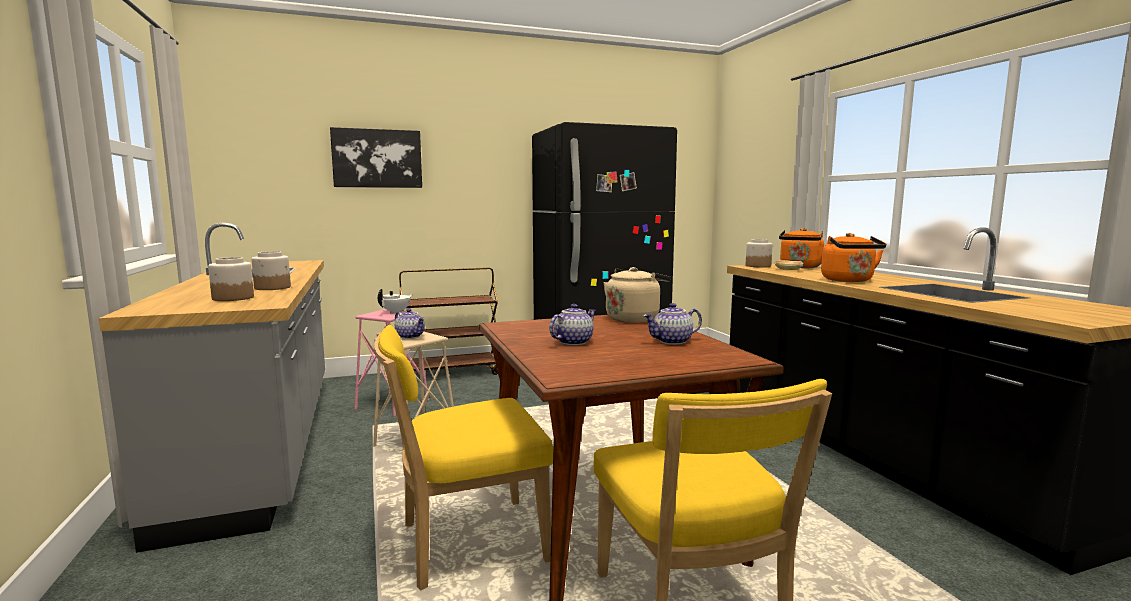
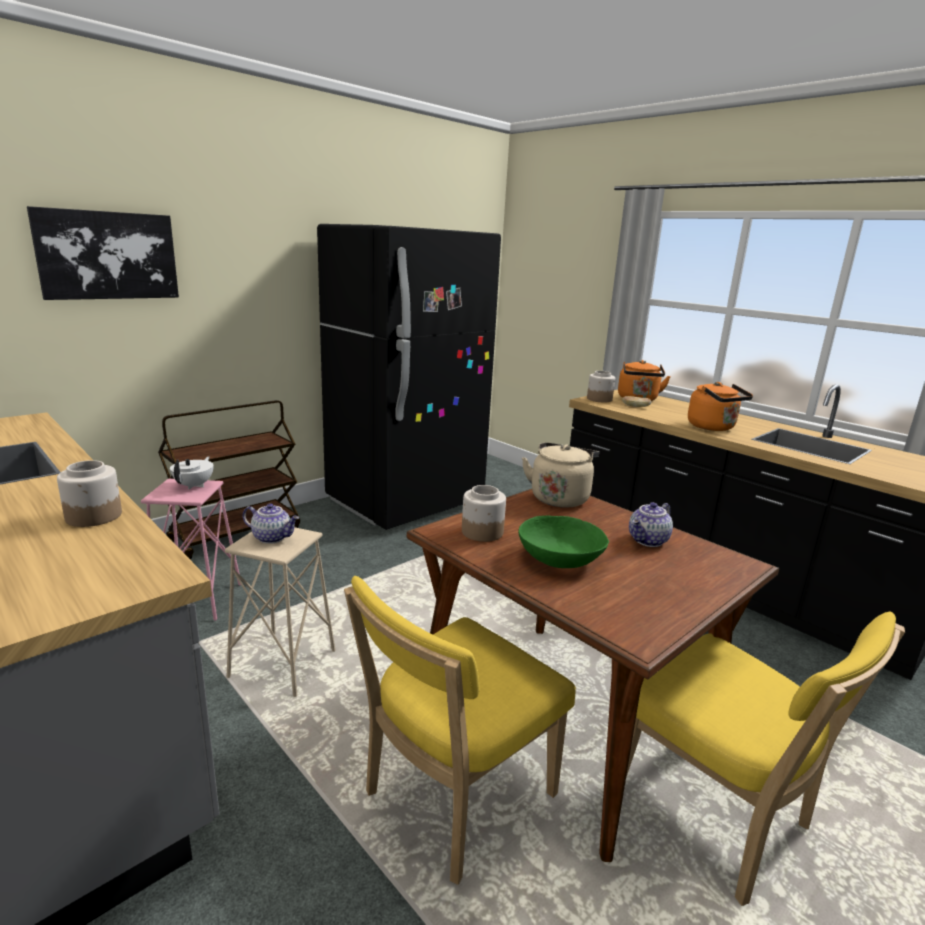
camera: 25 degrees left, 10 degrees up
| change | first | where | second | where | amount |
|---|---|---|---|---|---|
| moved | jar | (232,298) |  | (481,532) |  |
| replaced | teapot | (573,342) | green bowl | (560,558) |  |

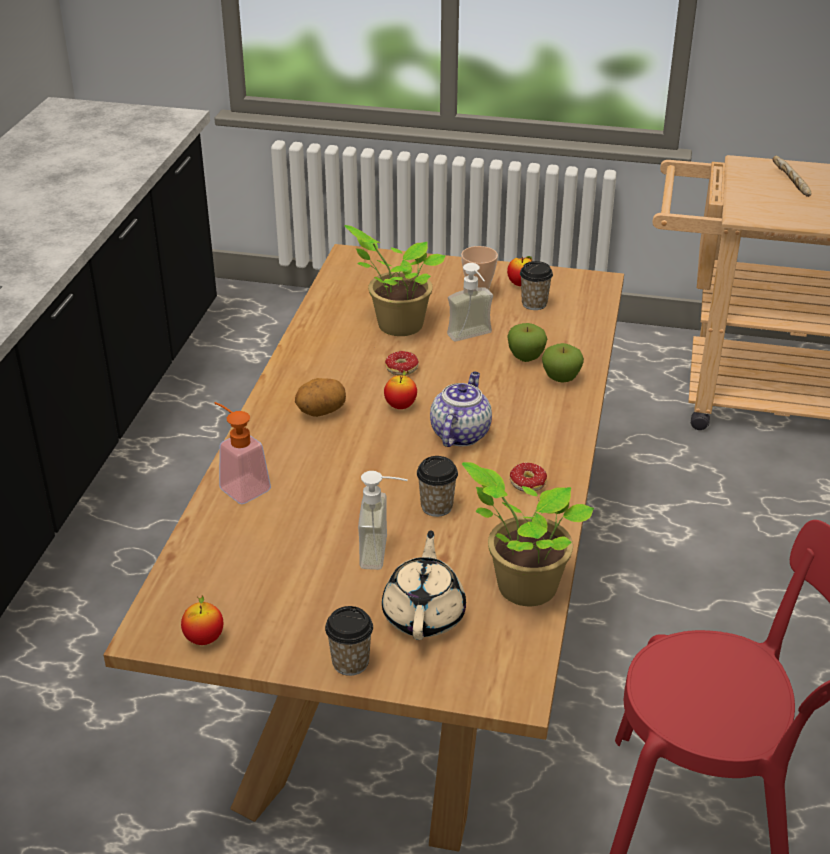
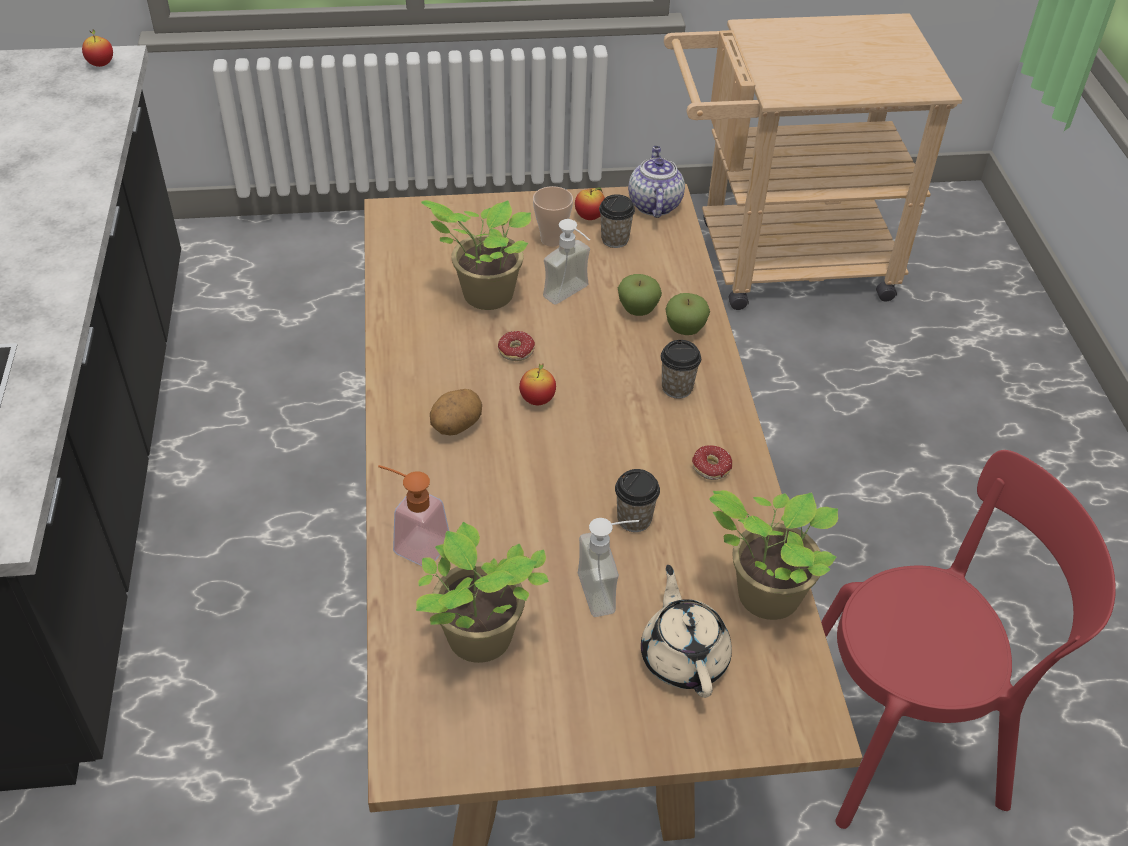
camera: 20 degrees left, 10 degrees up
| change | first | where | second | where | amount |
|---|---|---|---|---|---|
| moved | apple | (204,639) |  | (101,64) |  |
| added |  |  | potted plant | (478,641) |  |
| moved | teapot | (460,433) |  | (654,204) |  |
| moved | cup | (350,662) |  | (677,388) |  |
| removed | bread | (790,183) |  |  |  |

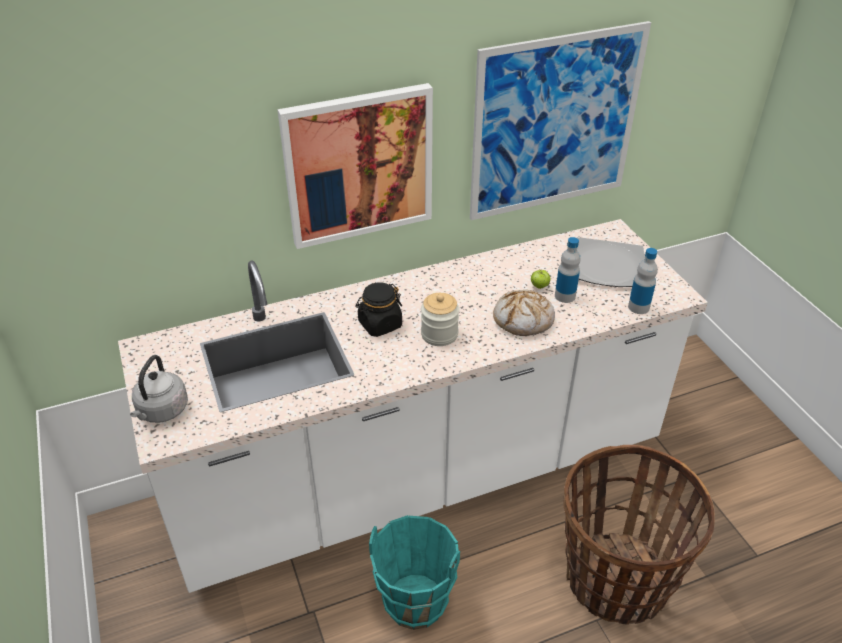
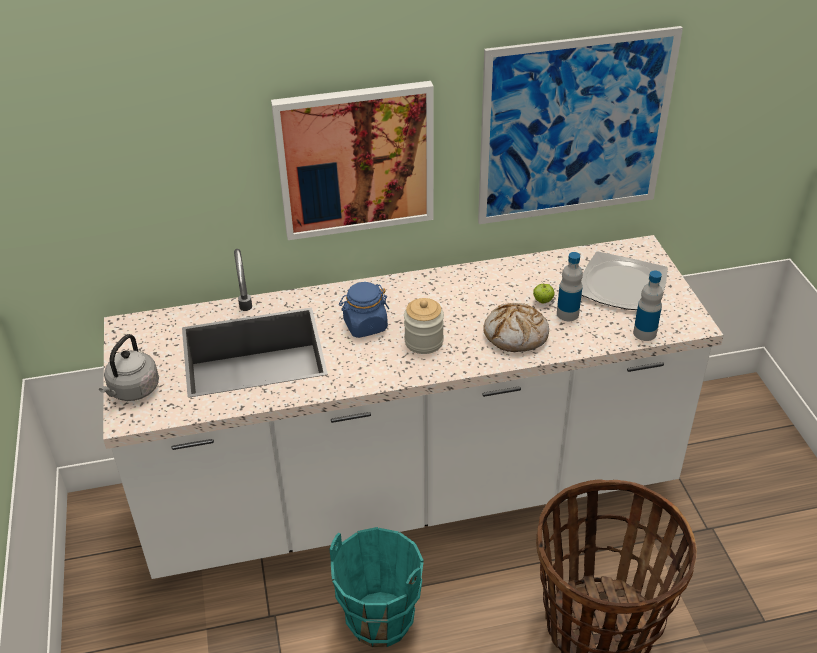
camera: 10 degrees right, 0 degrees up
| change | first | where | second | where | amount |
|---|---|---|---|---|---|
| recoloured | black jar | (380,324) | blue jar | (365,325) |  |

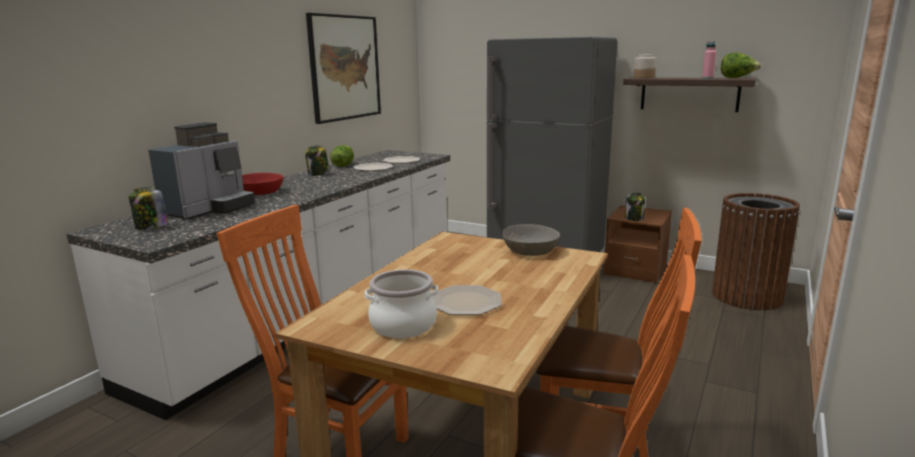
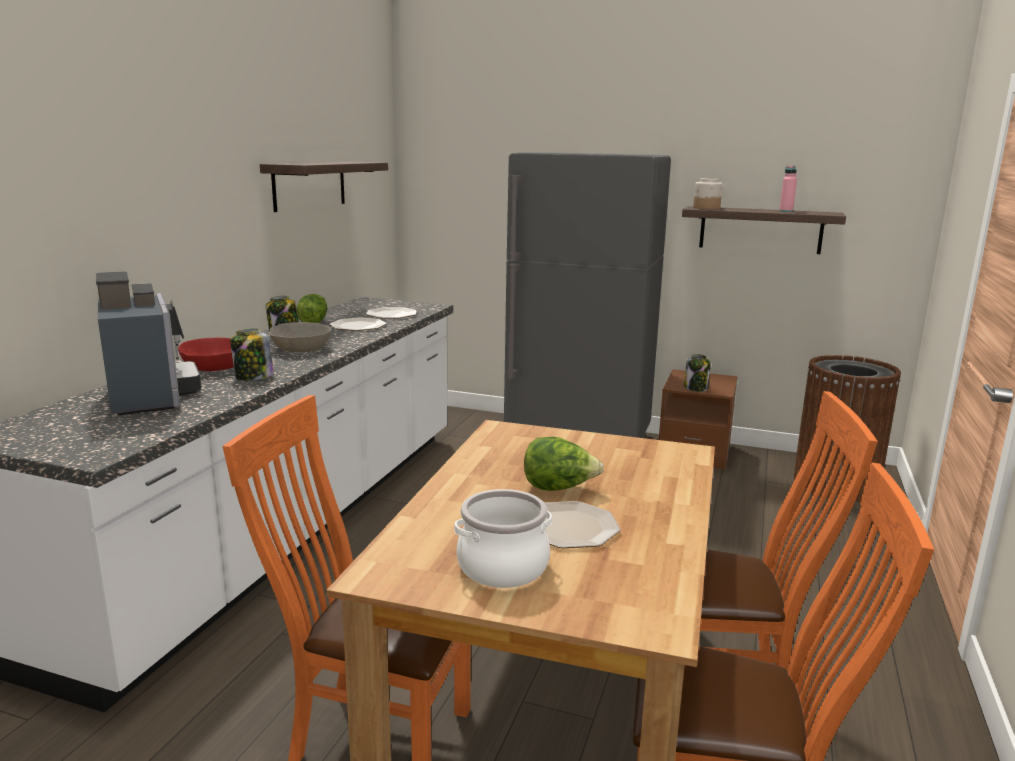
camera: 10 degrees left, 0 degrees up
| change | first | where | second | where | amount |
|---|---|---|---|---|---|
| turned | coffee machine | (210,209) |  | (152,396) | 45 degrees counterclockwise |
| moved | jar | (151,227) |  | (253,377) |  |
| replaced | picture | (344,68) | shelf | (309,185) |  |
| moved | grey bowl | (530,251) |  | (301,349) |  |
| moved | lettuce | (737,78) |  | (559,488) |  |

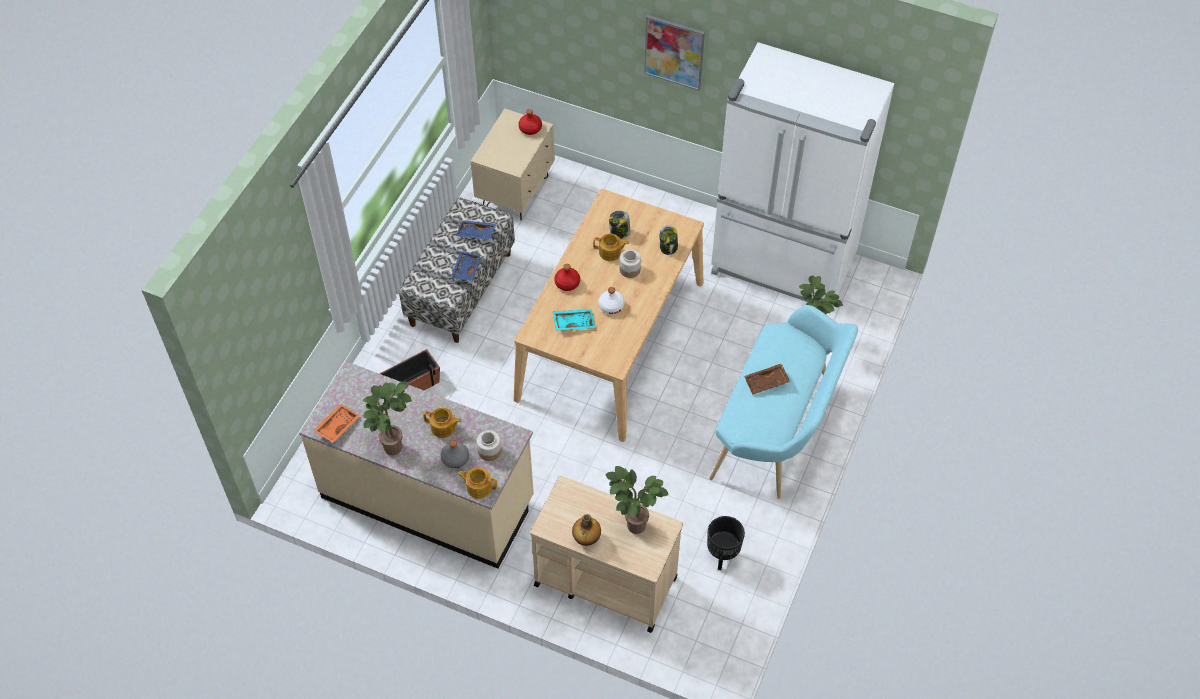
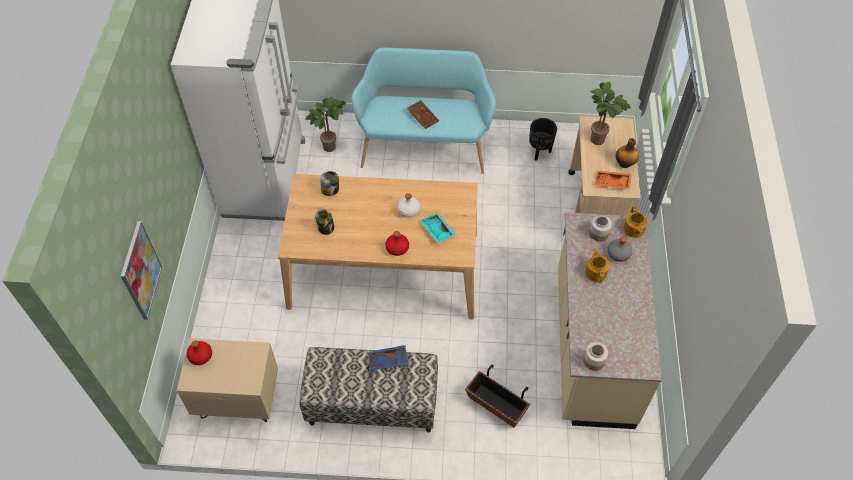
camera: 110 degrees left, 0 degrees up
| change | first | where | second | where | amount |
|---|---|---|---|---|---|
| moved | picture | (674,52) |  | (140,271) |  |
| moved | jar | (630,269) |  | (593,361) |  |
| moved | orange tray | (337,426) |  | (612,183) |  |
| removed | potted plant | (393,444) |  |  |  |
| removed | blue tray | (476,234) |  |  |  |
| removed | teapot | (610,253) |  |  |  |

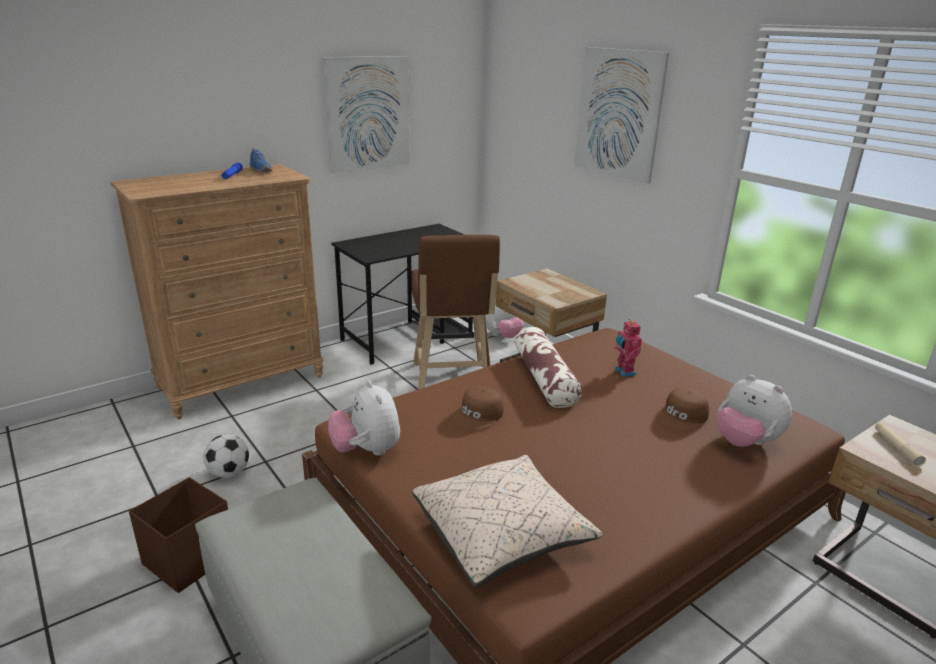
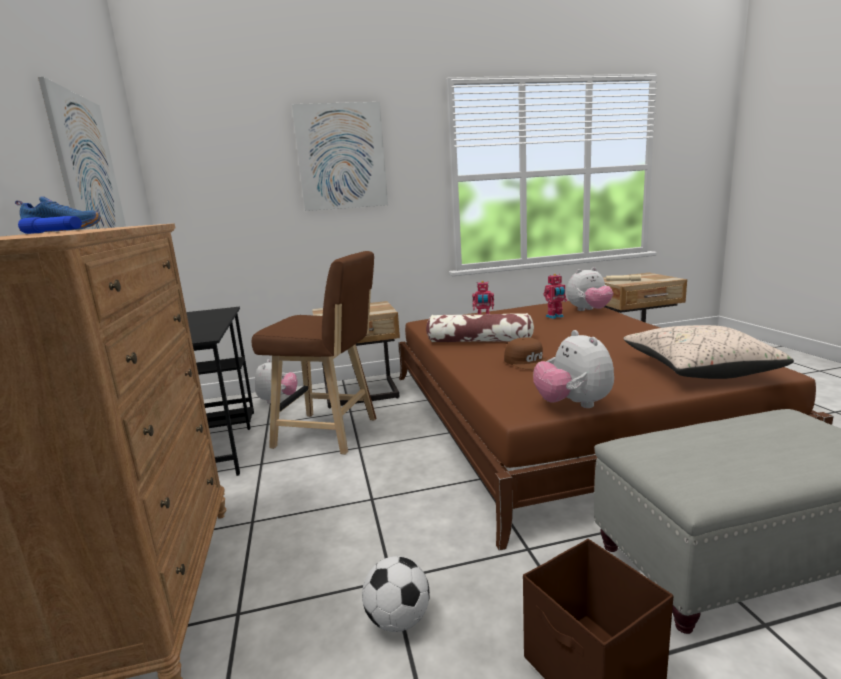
camera: 65 degrees left, 10 degrees down
| change | first | where | second | where | amount |
|---|---|---|---|---|---|
| turned | plush toy | (366,450) |  | (573,405) | 75 degrees clockwise |
| replaced | brown cap | (683,416) | toy robot | (555,317) |  |

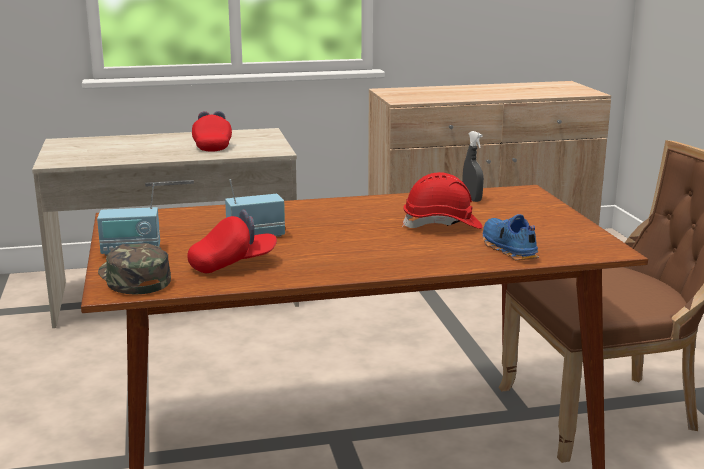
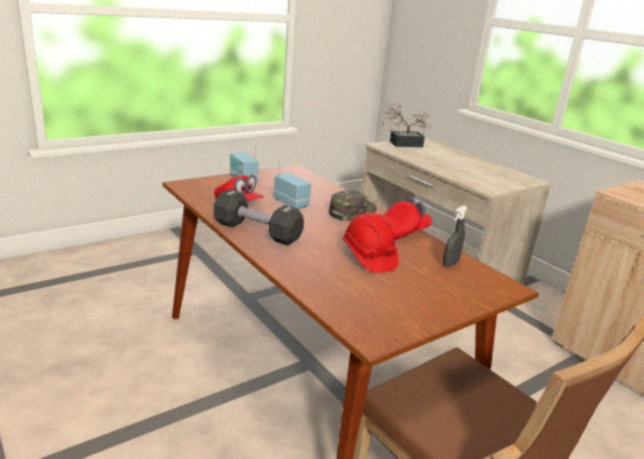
camera: 65 degrees right, 5 degrees up
| change | first | where | second | where | amount |
|---|---|---|---|---|---|
| added |  |  | black dumbbell | (257,232) |  |
| moved | green cap | (133,278) |  | (352,211) |  |
| added |  |  | potted plant | (402,144) |  |
| moved | red cap | (212,146) |  | (402,233) |  |
| removed | blue shoe | (507,249) |  |  |  |

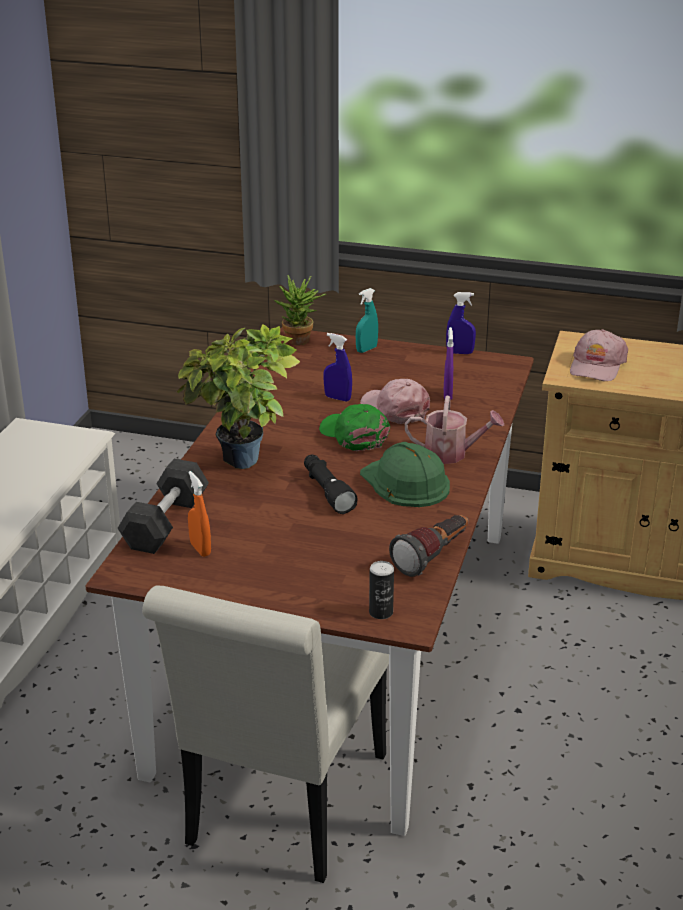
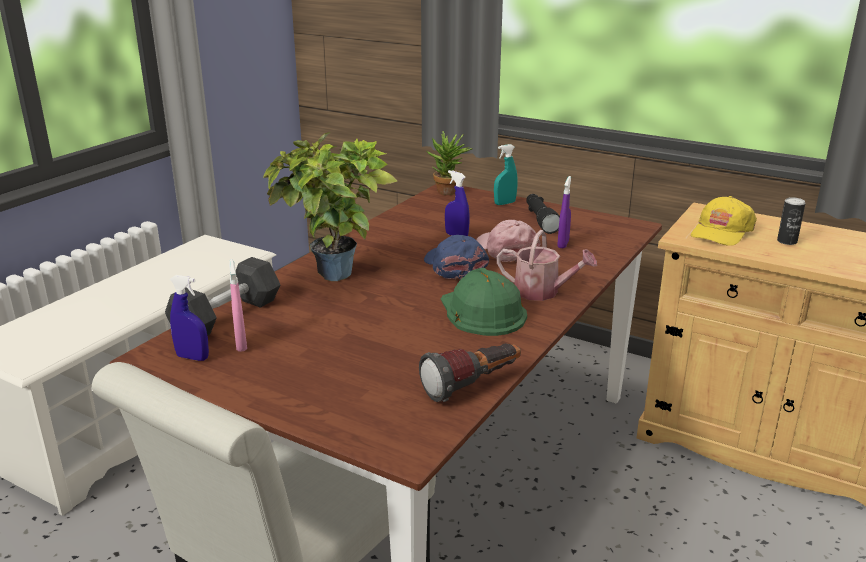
camera: 15 degrees right, 5 degrees down
| change | first | where | second | where | amount |
|---|---|---|---|---|---|
| moved | blue spray bottle | (460,353) |  | (192,357) |  |
| recoloured | orange spray bottle | (200,549) | pink spray bottle | (241,344) |  |
| recoloured | green cap | (354,435) | blue cap | (454,266) |  |
| moved | black flashlight | (327,491) |  | (540,220) |  |
| recoloured | pink cap | (597,365) | yellow cap | (721,232) |  |
| moved | can | (381,612) |  | (787,241) |  |

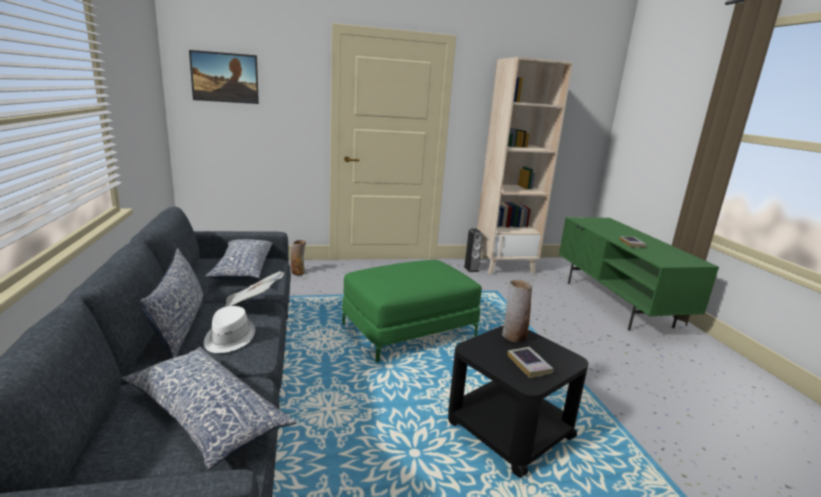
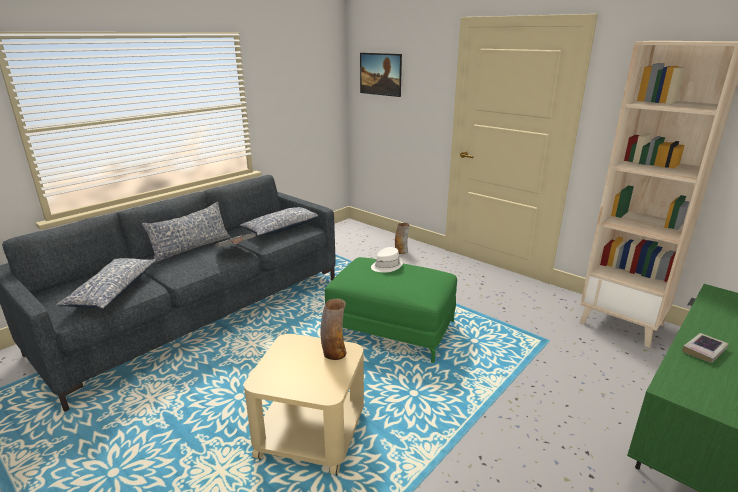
camera: 55 degrees right, 5 degrees up
| change | first | where | second | where | amount |
|---|---|---|---|---|---|
| recoloured | black side table | (508,429) | beige side table | (311,432) |  |
| moved | white hat | (228,338) |  | (386,265) |  |
| removed | speaker | (471,269) |  |  |  |
| removed | book | (529,365) |  |  |  |

